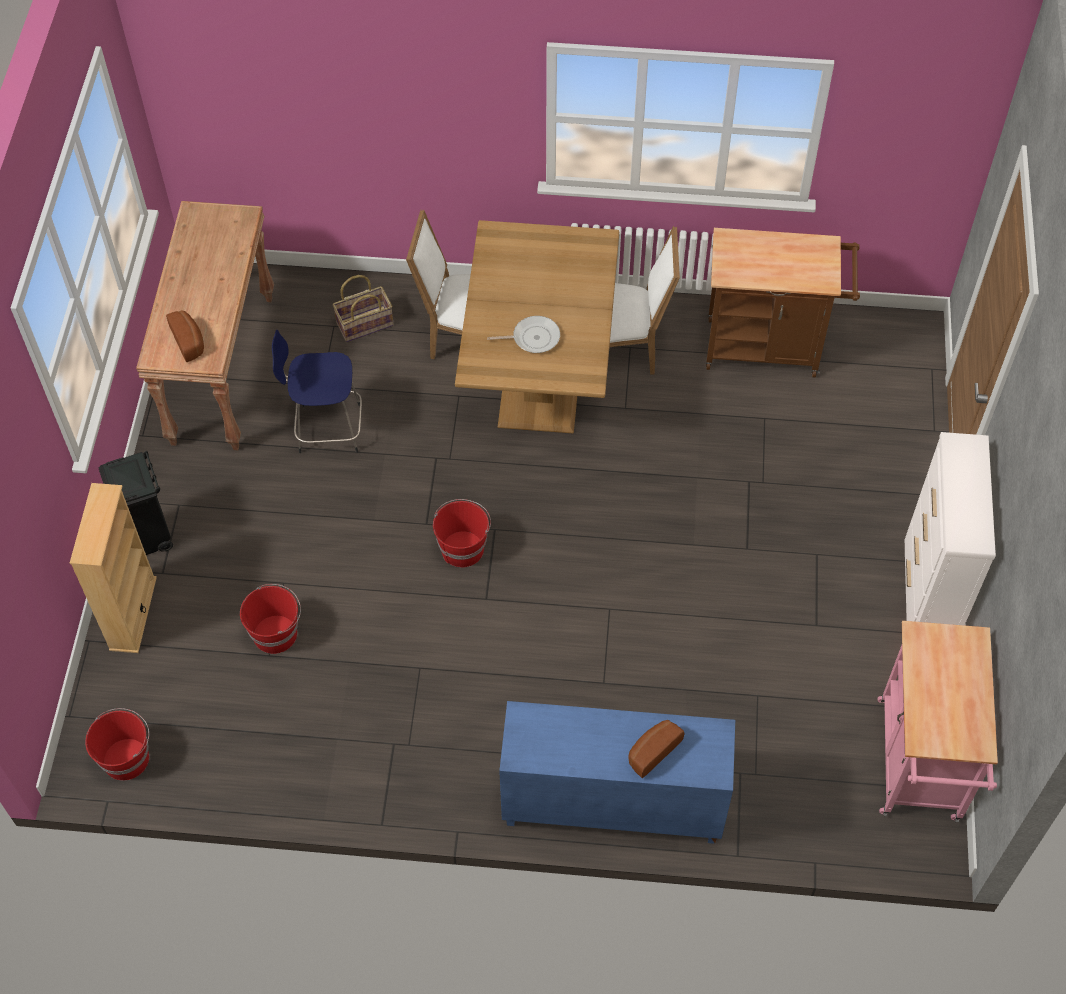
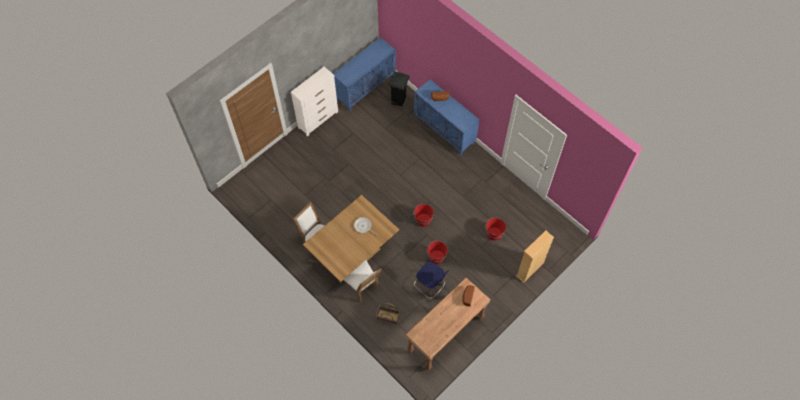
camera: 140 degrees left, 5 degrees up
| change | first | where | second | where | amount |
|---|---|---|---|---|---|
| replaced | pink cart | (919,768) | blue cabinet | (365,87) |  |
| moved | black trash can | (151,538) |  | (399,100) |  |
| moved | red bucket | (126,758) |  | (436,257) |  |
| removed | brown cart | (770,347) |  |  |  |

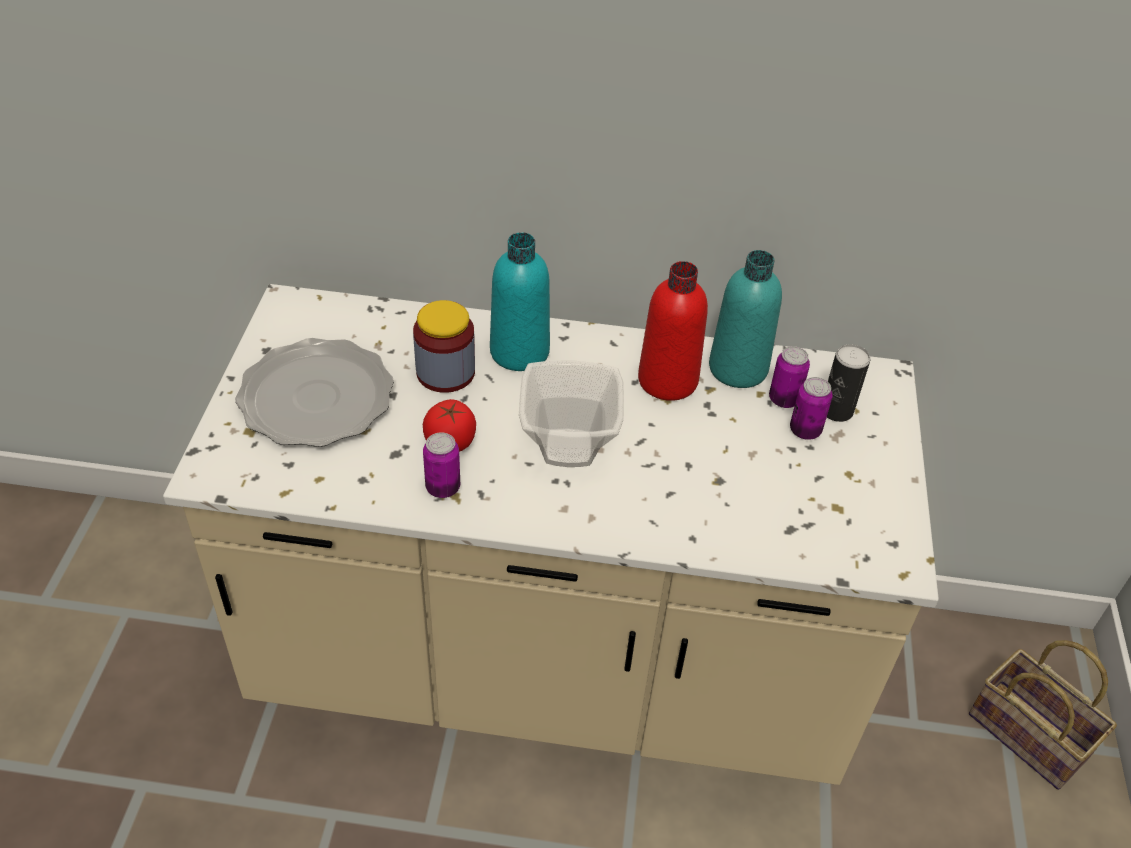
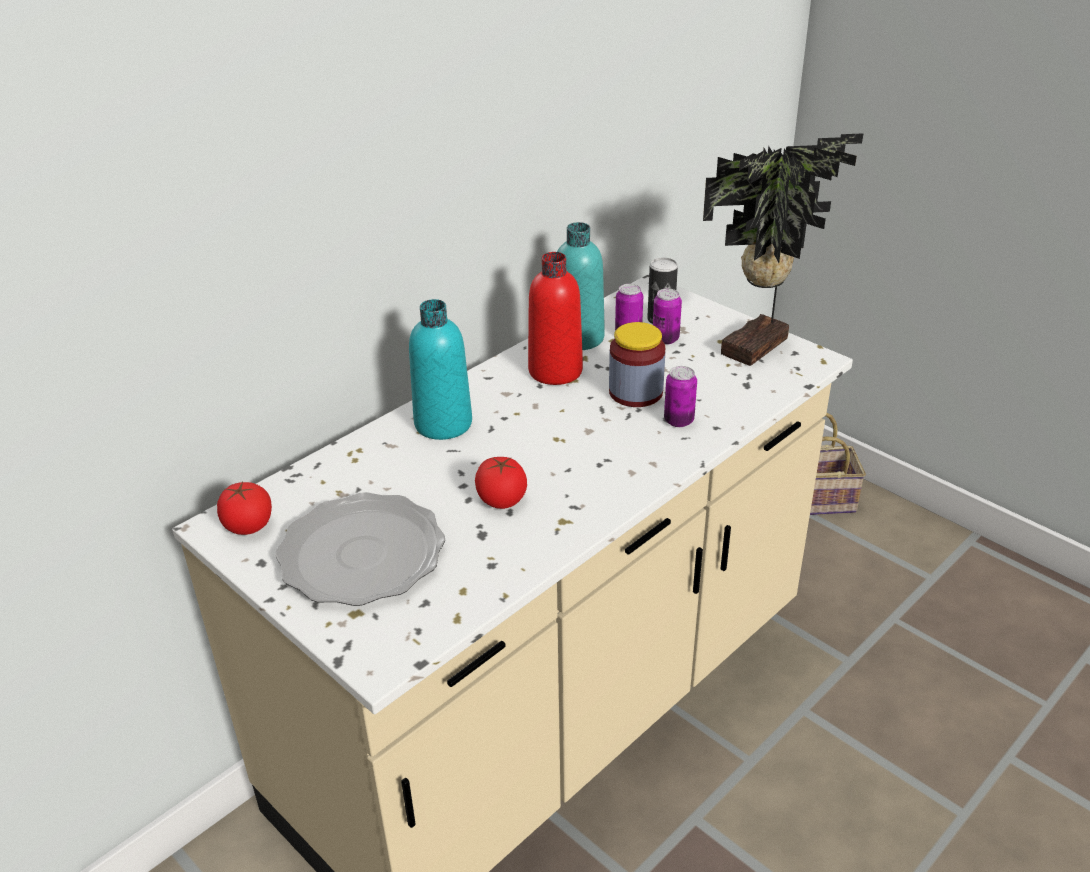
camera: 50 degrees left, 10 degrees down
| change | first | where | second | where | amount |
|---|---|---|---|---|---|
| added |  |  | tomato | (248,525) |  |
| moved | jar | (445,372) |  | (635,392) |  |
| moved | can | (443,488) |  | (678,420) |  |
| added |  |  | potted plant | (759,348) |  |
| removed | bowl | (571,447) |  |  |  |

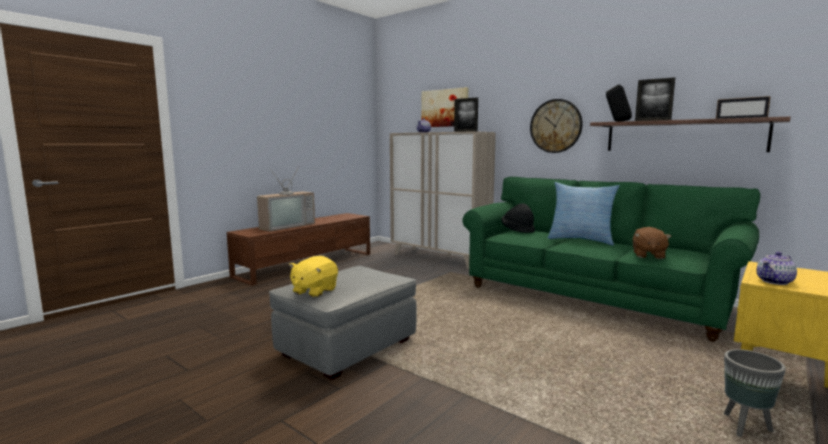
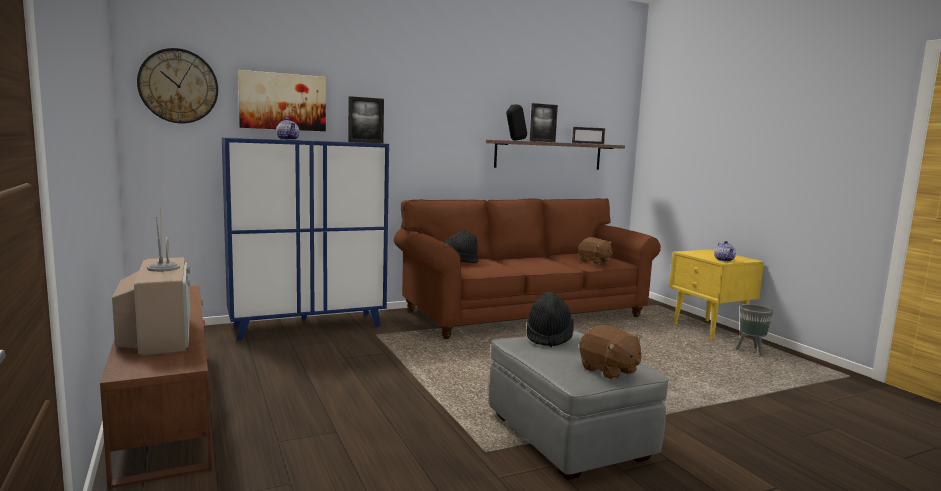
camera: 65 degrees left, 0 degrees up
| change | first | where | second | where | amount |
|---|---|---|---|---|---|
| moved | wall clock | (555,126) |  | (178,86) |  |
| recoloured | beige cabinet | (439,258) | blue cabinet | (308,326) |  |
| recoloured | green sofa | (593,297) | brown sofa | (525,314) |  |
| added |  |  | black hat | (548,337) |  |
| recoloured | yellow plush toy | (314,291) | brown plush toy | (608,370) |  |
| removed | pillow | (580,240) |  |  |  |

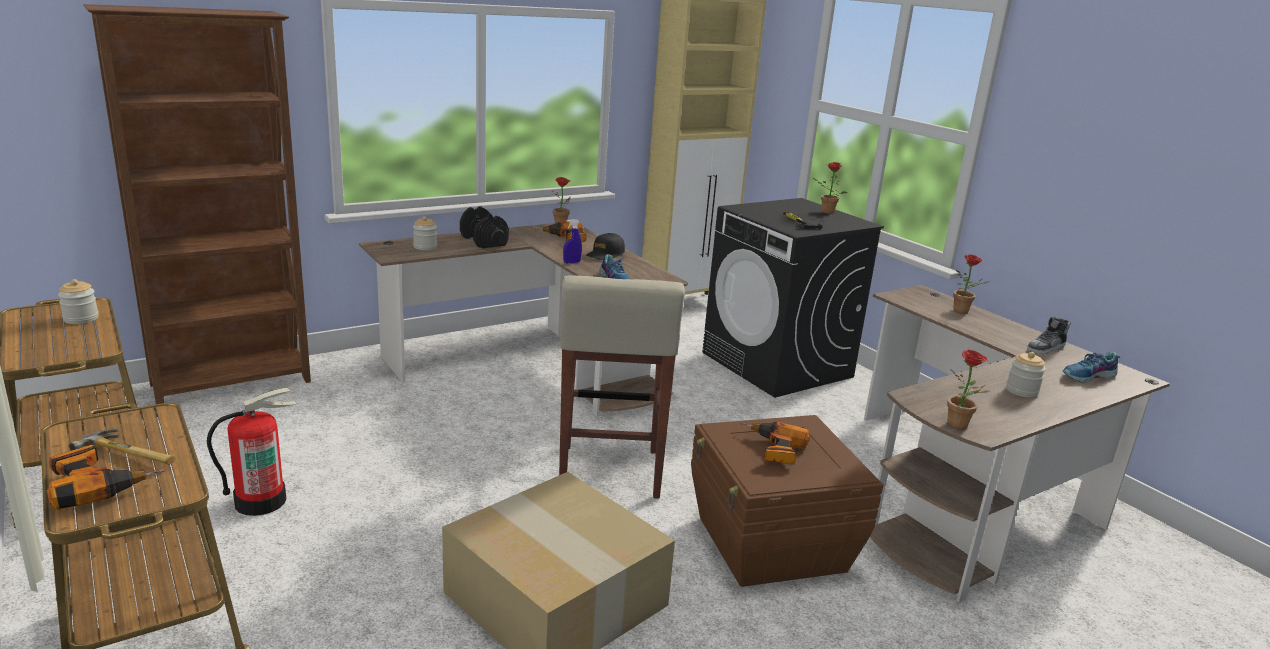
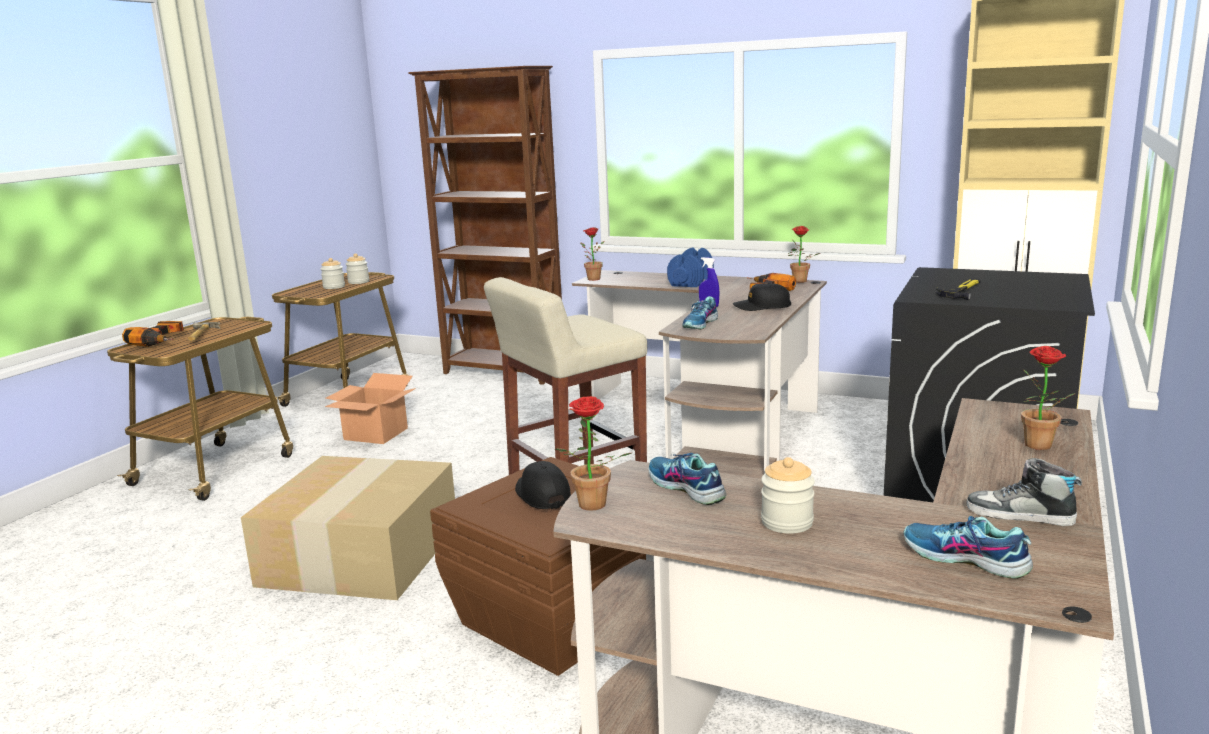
camera: 60 degrees right, 5 degrees down
| change | first | where | second | where | amount |
|---|---|---|---|---|---|
| moved | jar | (425,247) |  | (334,287) |  |
| replaced | fire extinguisher | (260,501) | cardboard box | (377,434) |  |
| replaced | power drill | (773,450) | black cap | (542,495) |  |
| moved | potted plant | (825,212) |  | (591,279) |  |
| added |  |  | shoe | (685,488) |  |
| recoloured | black dumbbell | (483,241) | blue dumbbell | (690,282) |  |

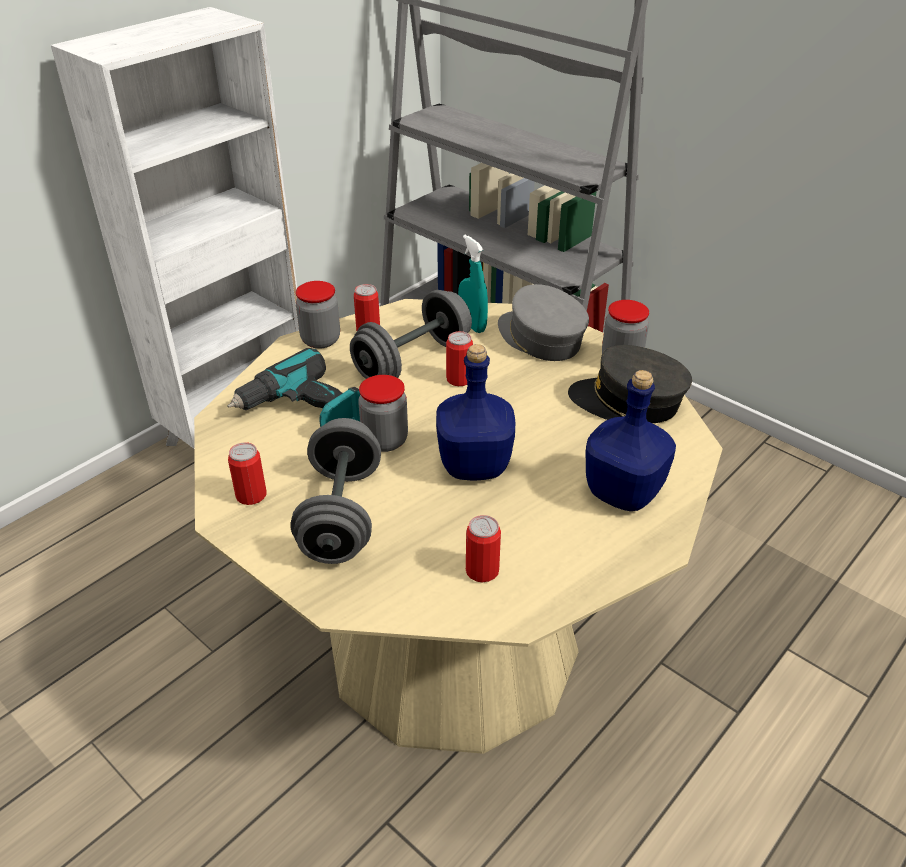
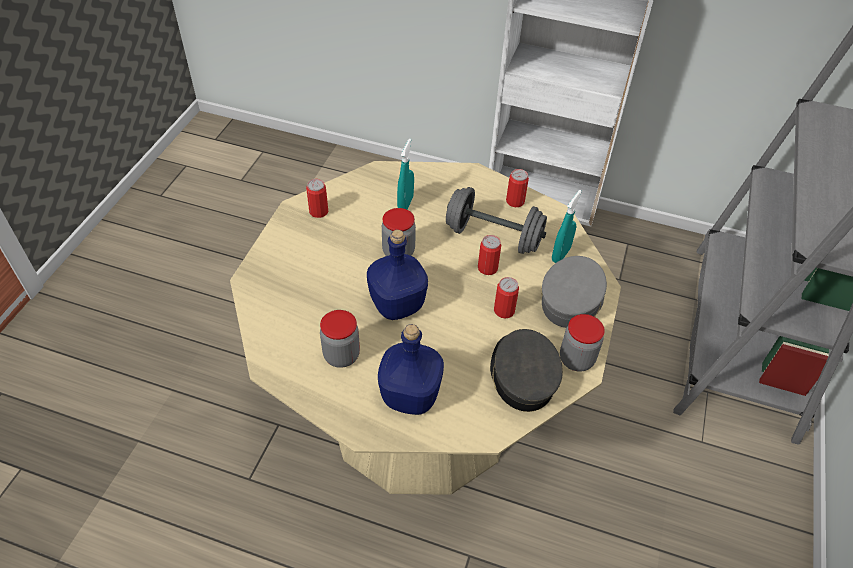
camera: 65 degrees right, 10 degrees up
| change | first | where | second | where | amount |
|---|---|---|---|---|---|
| moved | jar | (320,340) |  | (341,355) |  |
| replaced | power drill | (303,412) | turquoise spray bottle | (405,204) |  |
| moved | can | (482,570) |  | (504,310) |  |
| removed | grey dumbbell | (341,515) |  |  |  |

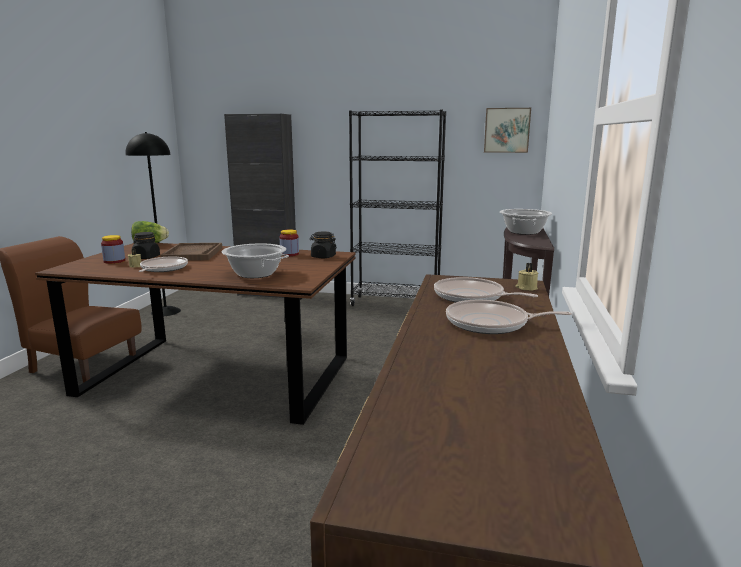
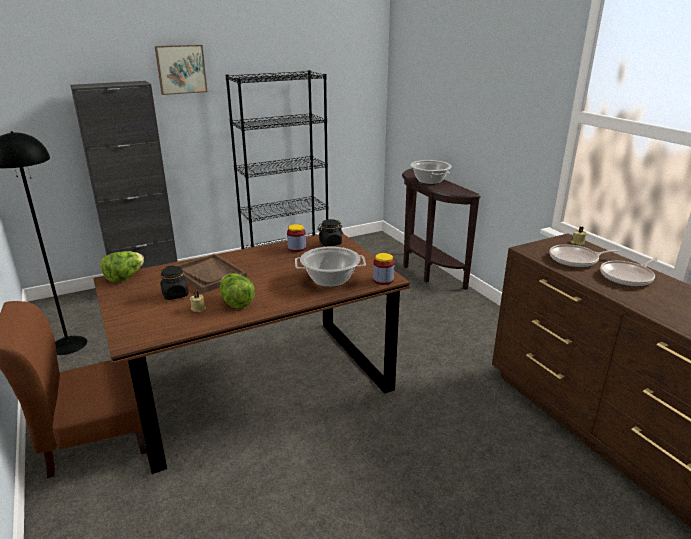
camera: 40 degrees left, 10 degrees up
| change | first | where | second | where | amount |
|---|---|---|---|---|---|
| moved | picture | (507,130) |  | (181,69) |  |
| replaced | frying pan | (163,269) | lettuce | (236,302) |  |
| moved | jar | (114,261) |  | (383,280) |  |

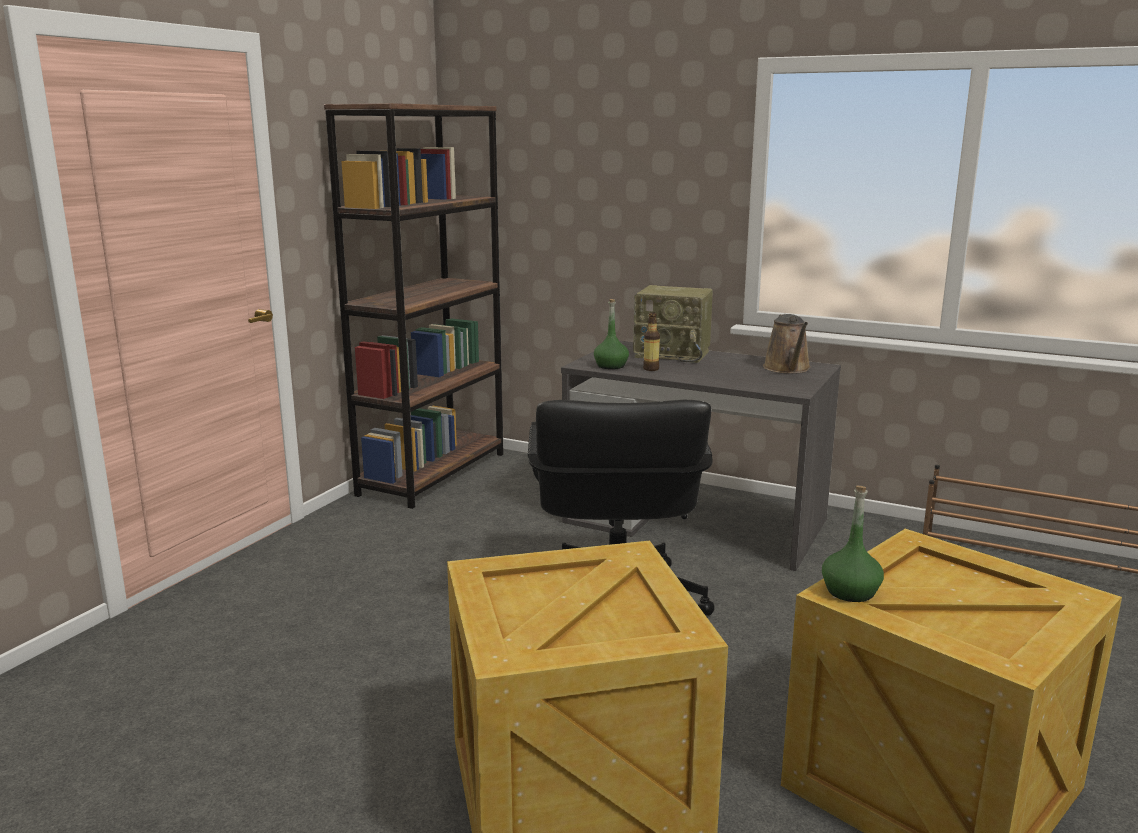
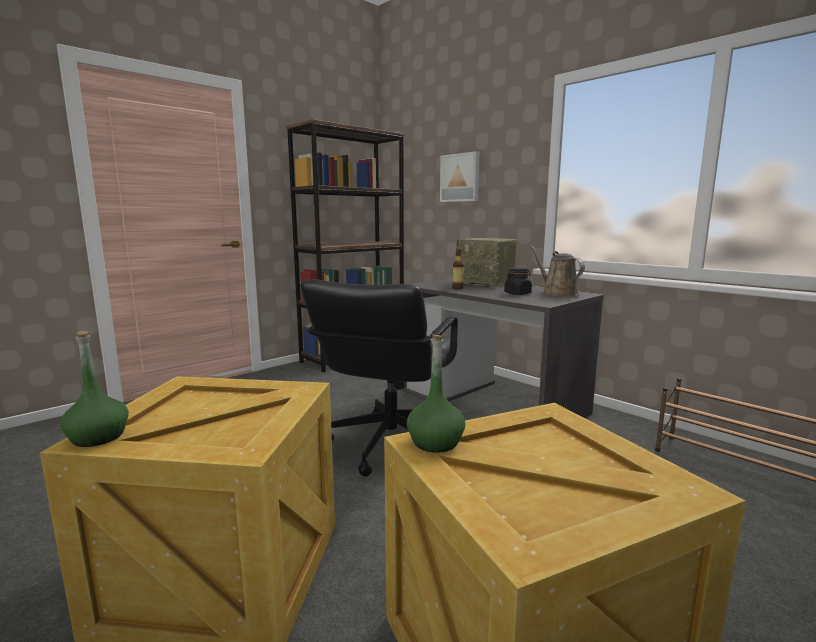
camera: 20 degrees right, 5 degrees down
| change | first | where | second | where | amount |
|---|---|---|---|---|---|
| moved | green bottle | (611,366) |  | (98,437) |  |
| added |  |  | picture | (460,178) |  |
| added |  |  | black jar | (517,293) |  |
| turned | brown watering can | (788,369) |  | (557,293) | 135 degrees clockwise |

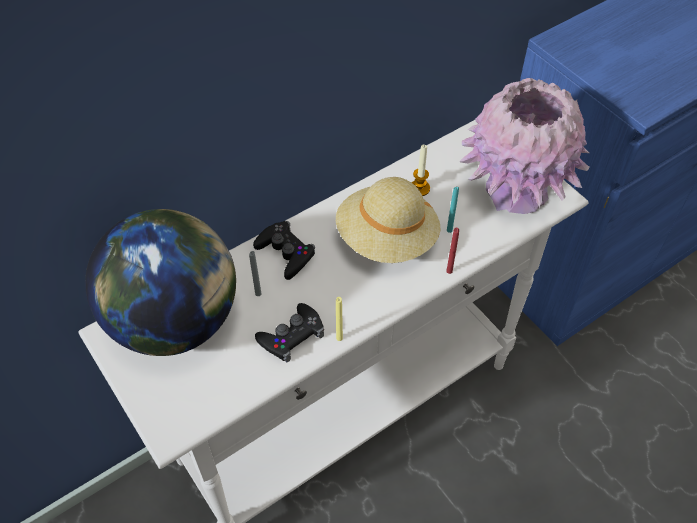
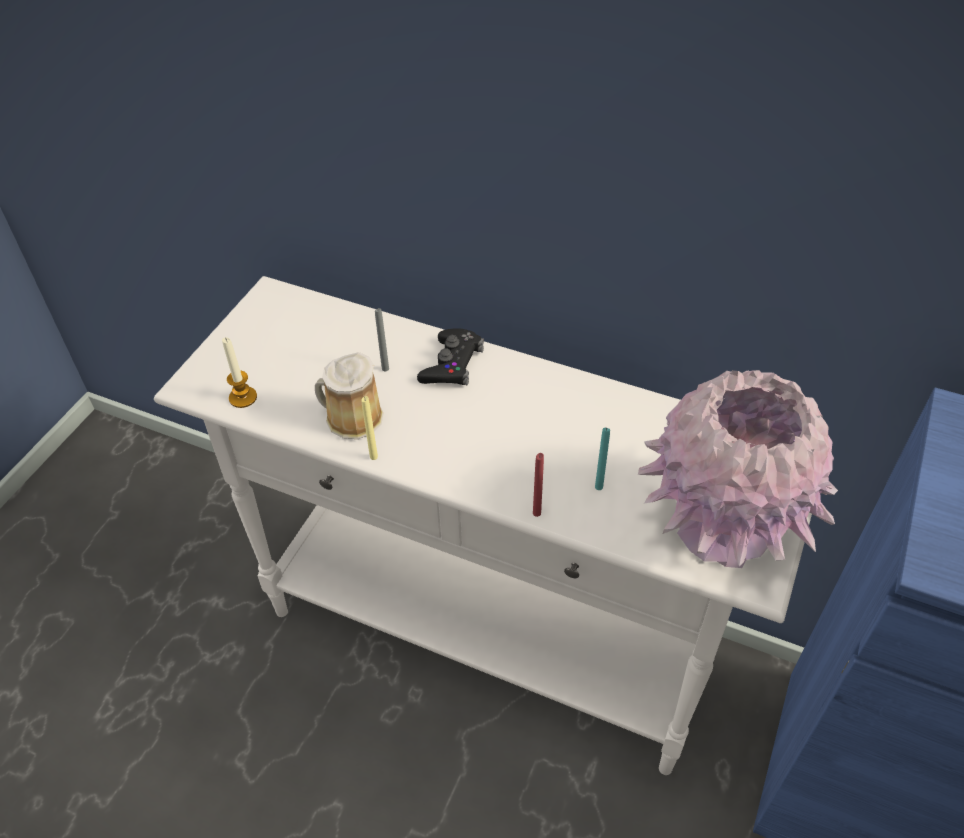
camera: 60 degrees right, 5 degrees down
| change | first | where | second | where | amount |
|---|---|---|---|---|---|
| moved | candle | (419,188) |  | (243,397) |  |
| replaced | black game controller | (291,336) | mug | (351,418) |  |
| removed | globe | (176,320) |  |  |  |
| removed | beige hat | (387,239) |  |  |  |

